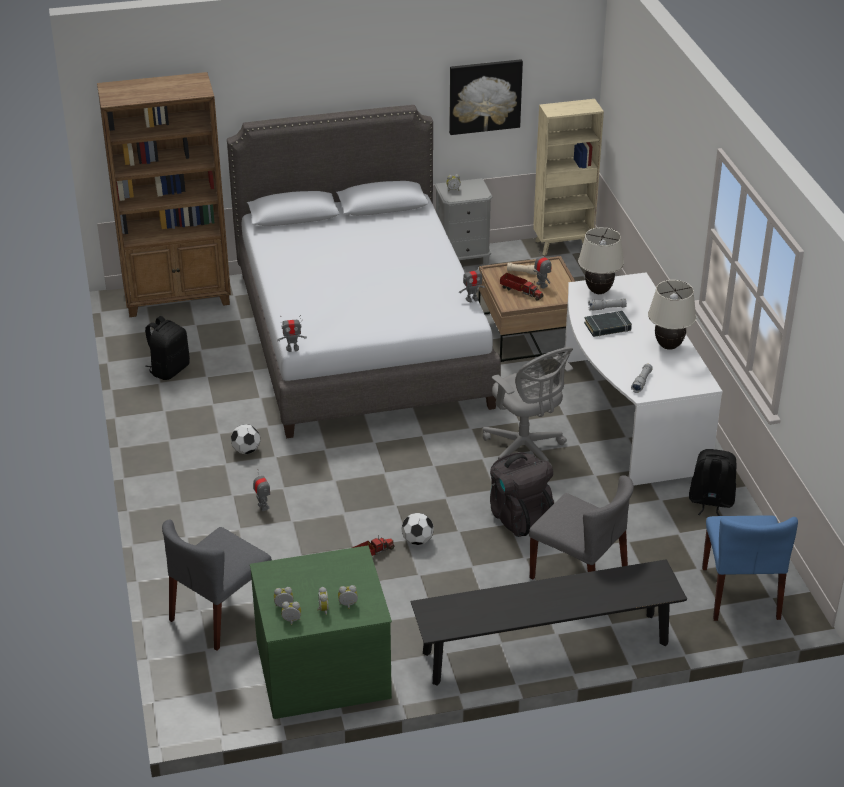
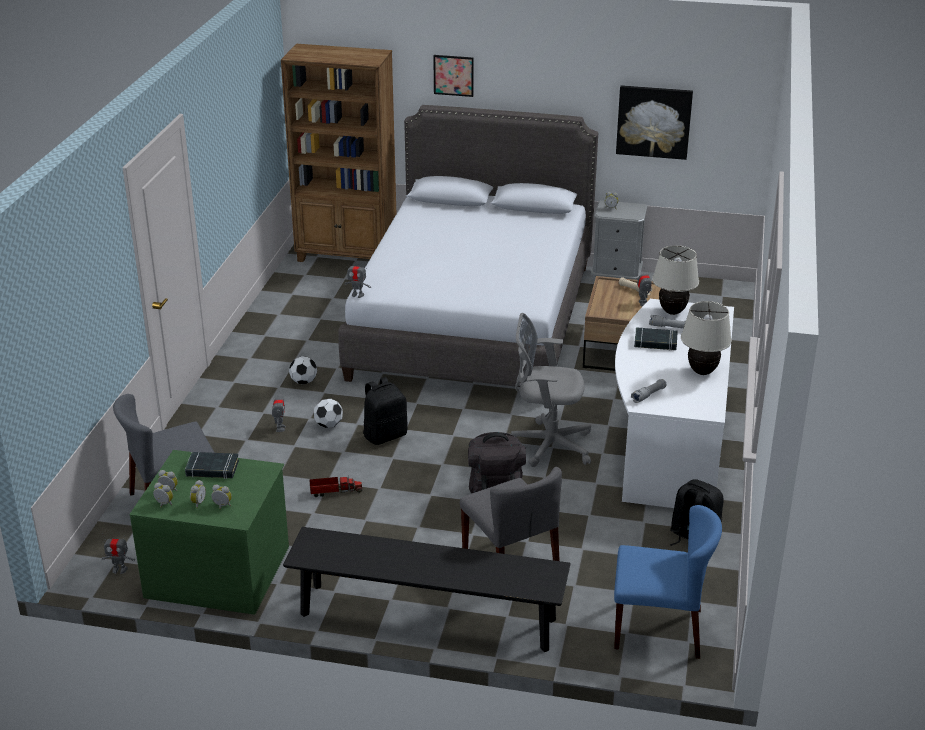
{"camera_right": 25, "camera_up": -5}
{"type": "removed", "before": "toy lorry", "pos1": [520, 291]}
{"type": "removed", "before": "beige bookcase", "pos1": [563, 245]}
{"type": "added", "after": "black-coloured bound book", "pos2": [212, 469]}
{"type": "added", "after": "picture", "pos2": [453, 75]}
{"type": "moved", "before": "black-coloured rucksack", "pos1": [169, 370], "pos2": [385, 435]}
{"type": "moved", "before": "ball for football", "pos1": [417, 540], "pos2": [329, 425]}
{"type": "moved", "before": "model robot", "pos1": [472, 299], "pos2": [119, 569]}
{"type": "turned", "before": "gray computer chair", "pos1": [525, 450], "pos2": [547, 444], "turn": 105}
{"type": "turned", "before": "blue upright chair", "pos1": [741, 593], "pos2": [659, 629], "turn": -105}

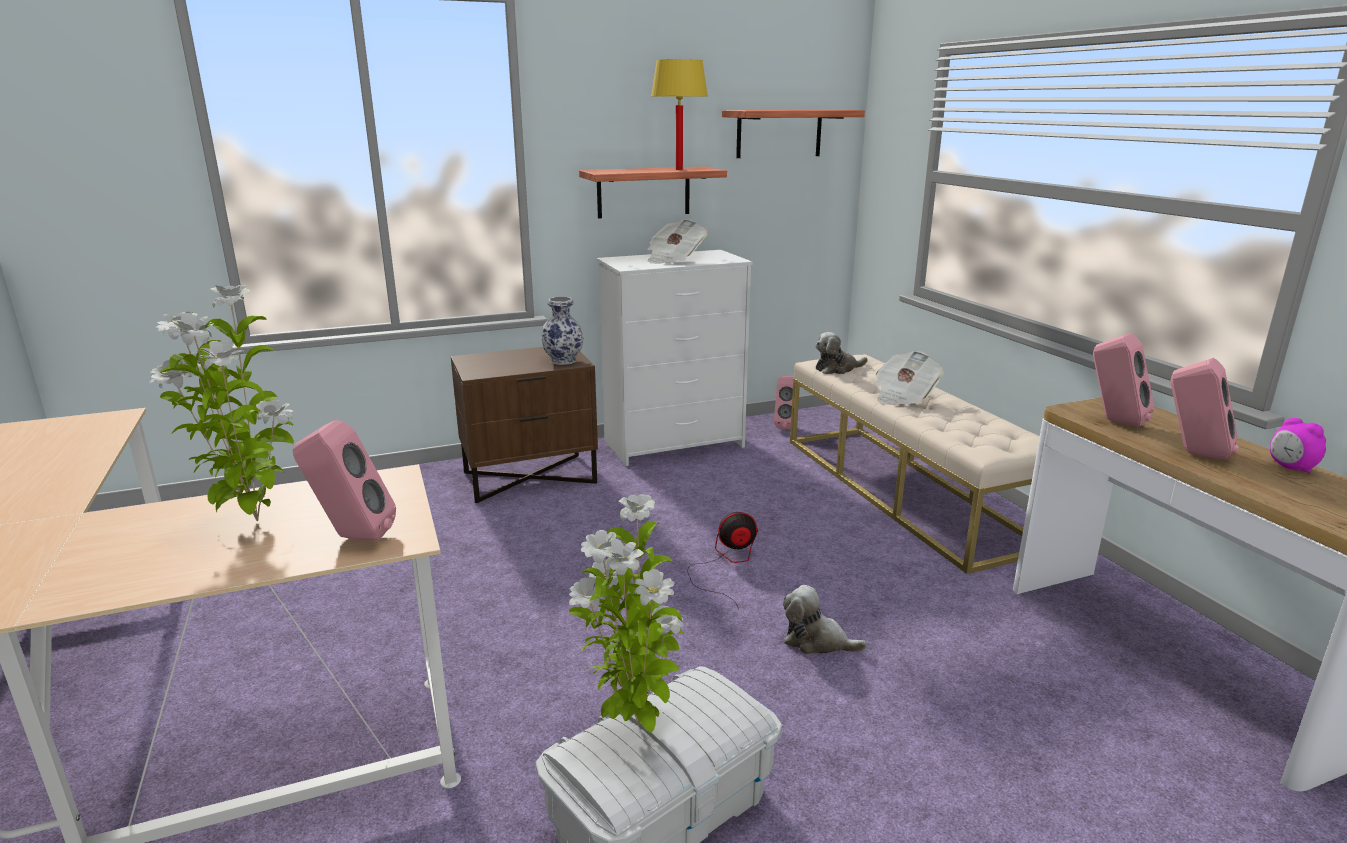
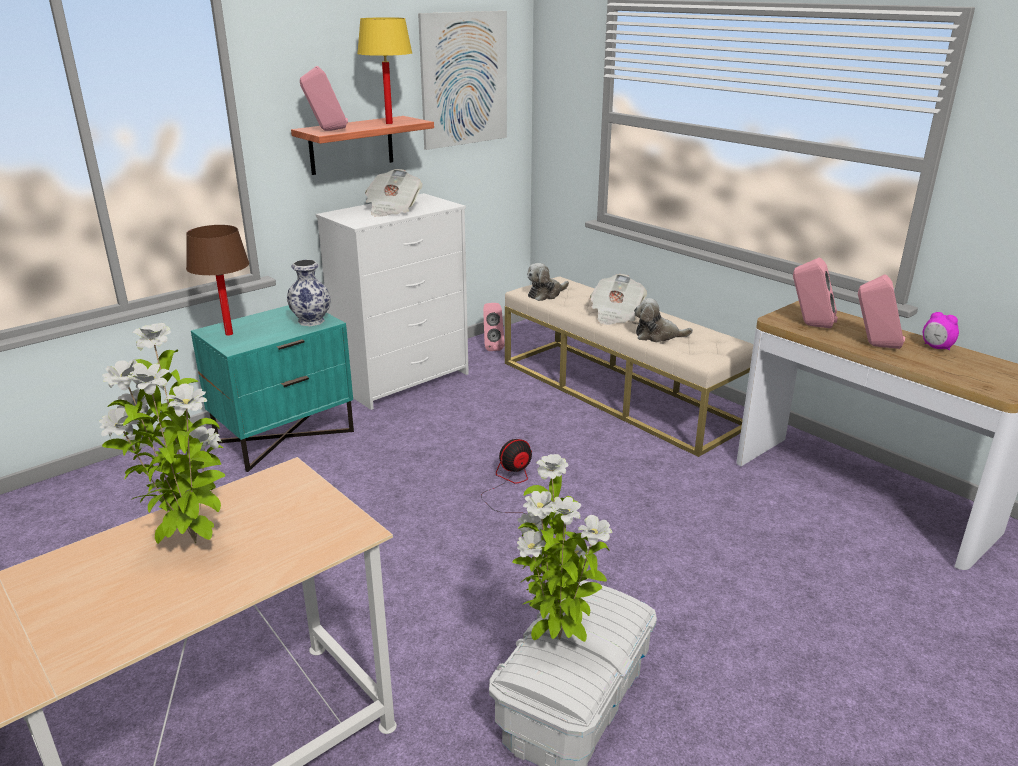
{"camera_right": -20, "camera_up": 5}
{"type": "added", "after": "brown-coloured table lamp", "pos2": [229, 334]}
{"type": "moved", "before": "pink audio speaker", "pos1": [351, 537], "pos2": [326, 130]}
{"type": "moved", "before": "plush toy", "pos1": [817, 641], "pos2": [657, 336]}
{"type": "replaced", "before": "shelf", "after": "picture", "pos1": [779, 133], "pos2": [464, 79]}
{"type": "recoloured", "before": "brown-coloured night table", "after": "blue-green night table", "pos1": [530, 477], "pos2": [285, 436]}

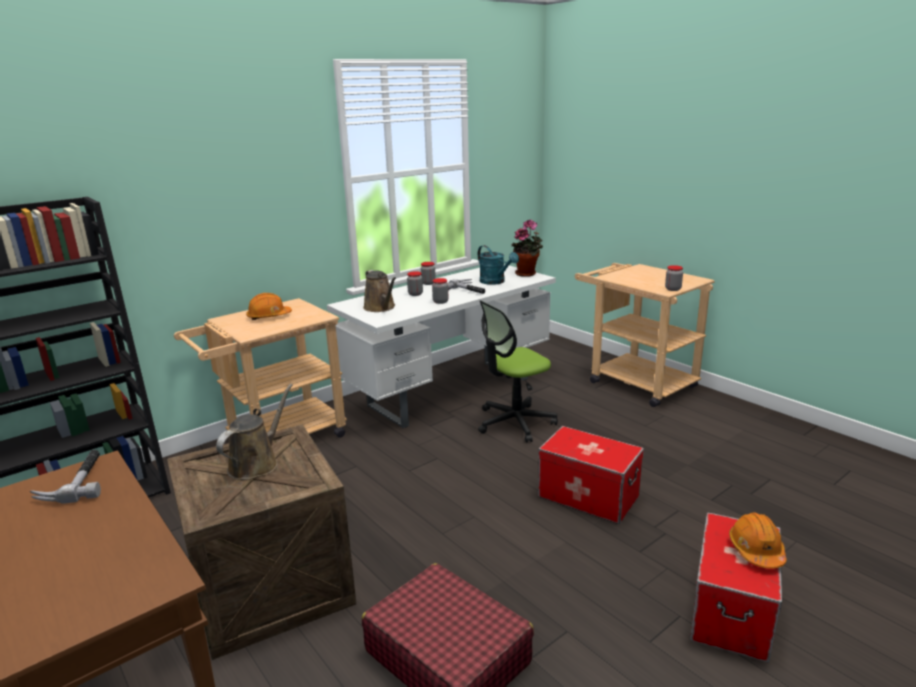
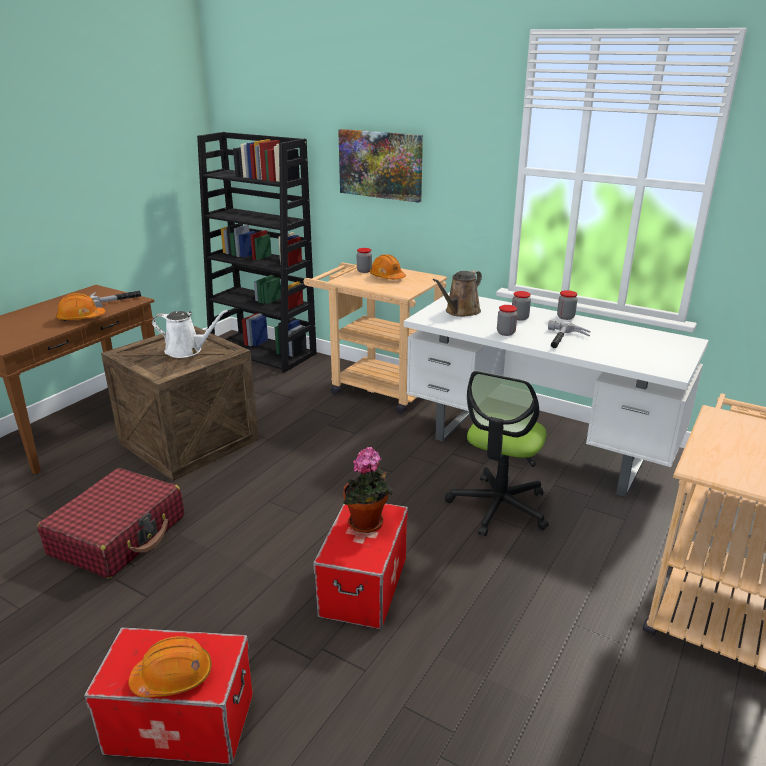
{"camera_right": 70, "camera_up": 5}
{"type": "removed", "before": "blue-green watering can", "pos1": [495, 282]}
{"type": "added", "after": "orange-coloured safety helmet", "pos2": [80, 318]}
{"type": "added", "after": "picture", "pos2": [380, 164]}
{"type": "moved", "before": "houseplant", "pos1": [527, 274], "pos2": [368, 525]}
{"type": "moved", "before": "jar", "pos1": [673, 289], "pos2": [364, 271]}
{"type": "recoloured", "before": "brown-coloured watering can", "after": "white-coloured watering can", "pos1": [257, 464], "pos2": [187, 350]}
{"type": "turned", "before": "computer chair", "pos1": [515, 422], "pos2": [498, 507], "turn": -105}

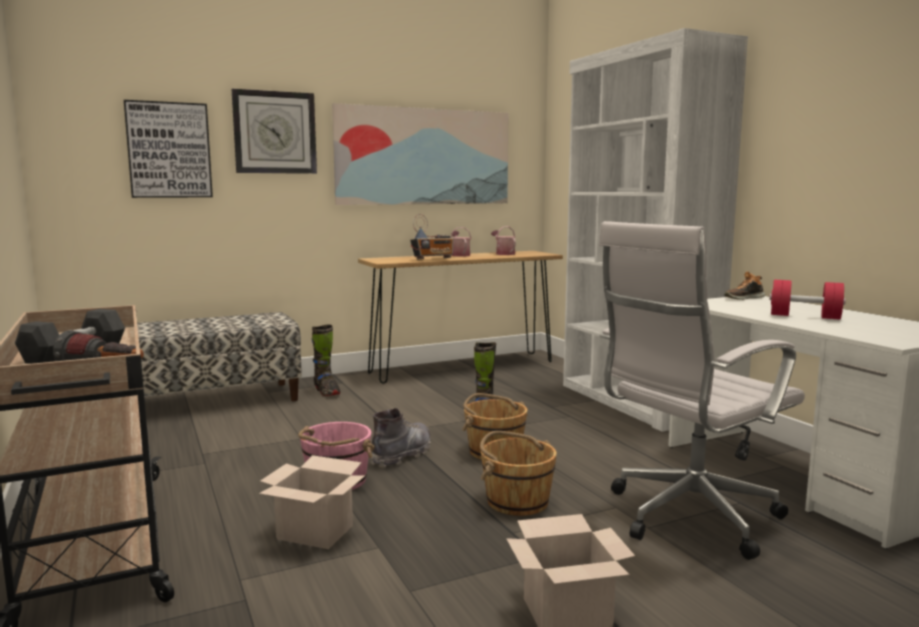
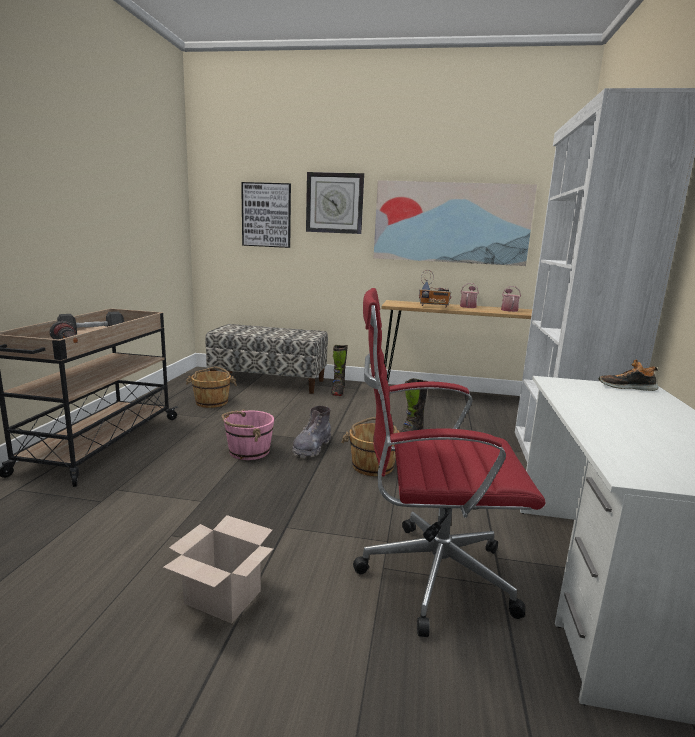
{"camera_right": 35, "camera_up": 5}
{"type": "removed", "before": "cardboard box", "pos1": [313, 533]}
{"type": "removed", "before": "reddish dumbbell", "pos1": [805, 316]}
{"type": "moved", "before": "brown-coloured pail", "pos1": [516, 501], "pos2": [212, 402]}
{"type": "recoloured", "before": "white-coloured computer chair", "after": "reddish computer chair", "pos1": [687, 518], "pos2": [428, 575]}
{"type": "turned", "before": "gray boot", "pos1": [402, 455], "pos2": [311, 448], "turn": 135}

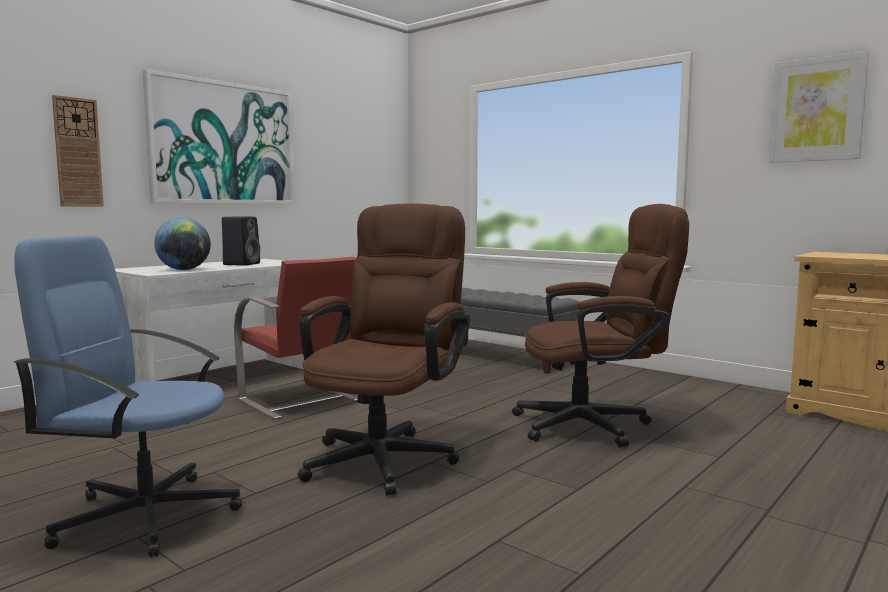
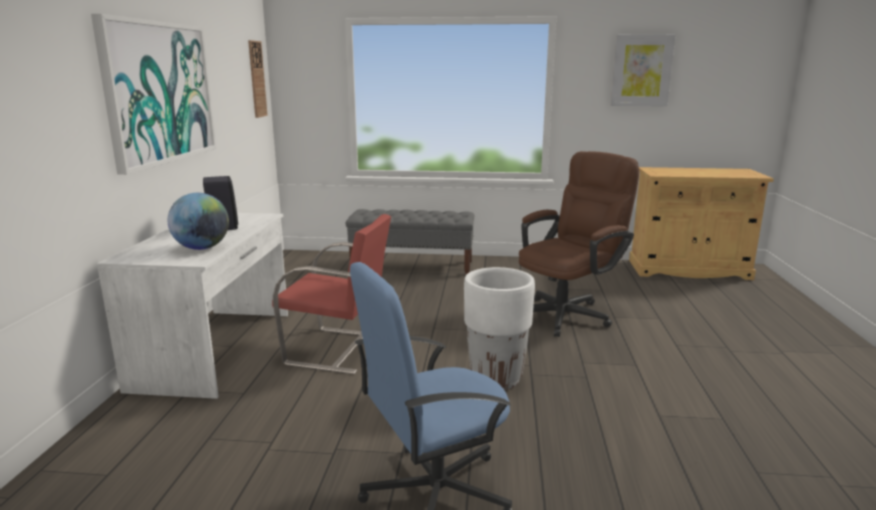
{"camera_right": -35, "camera_up": 10}
{"type": "moved", "before": "hanging clock", "pos1": [78, 152], "pos2": [257, 79]}
{"type": "replaced", "before": "brown-coloured computer chair", "after": "white-coloured planter", "pos1": [386, 456], "pos2": [496, 379]}

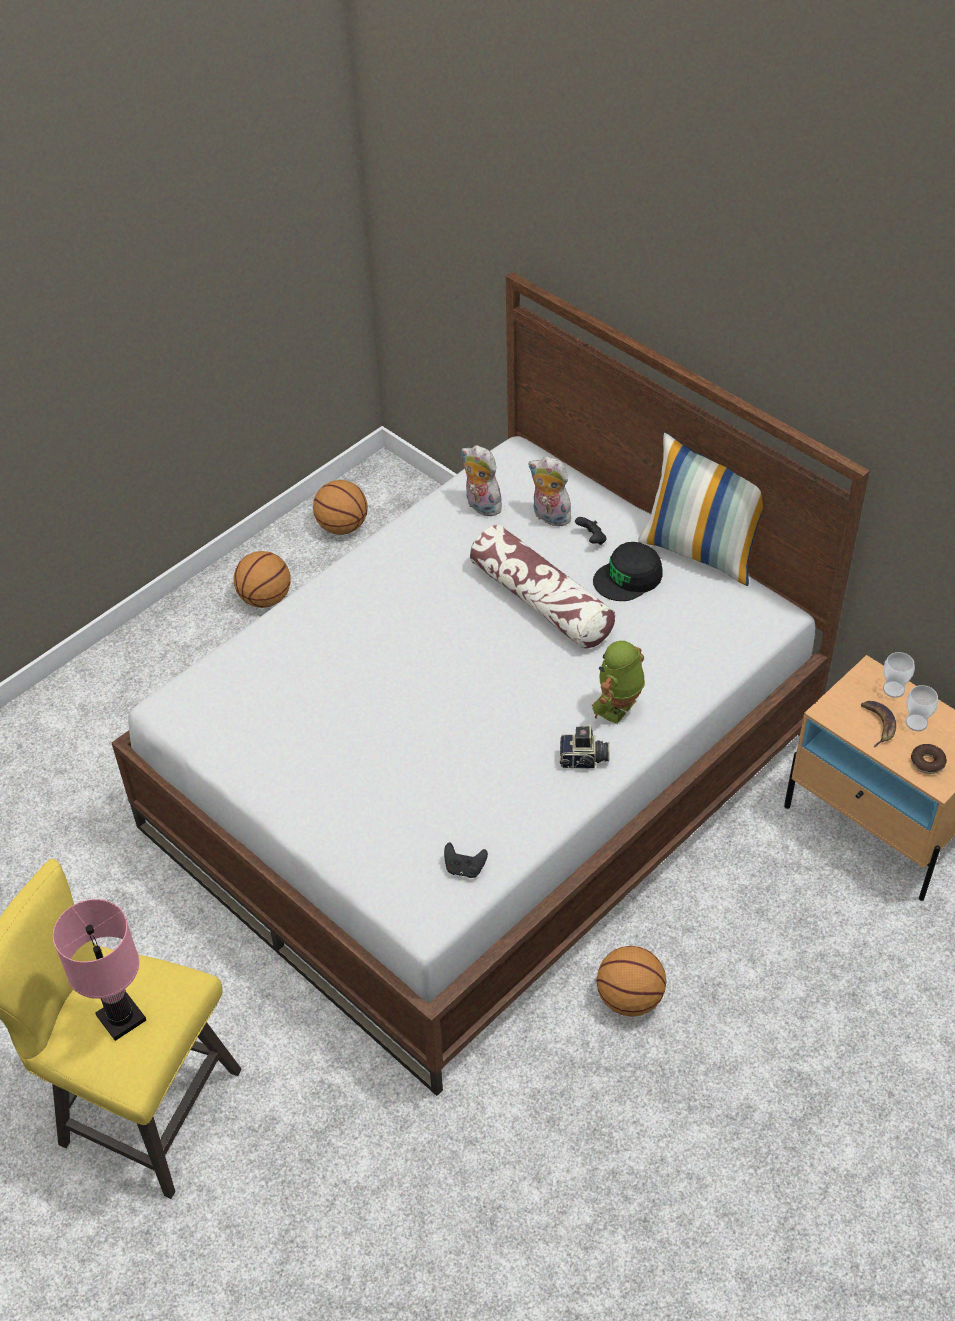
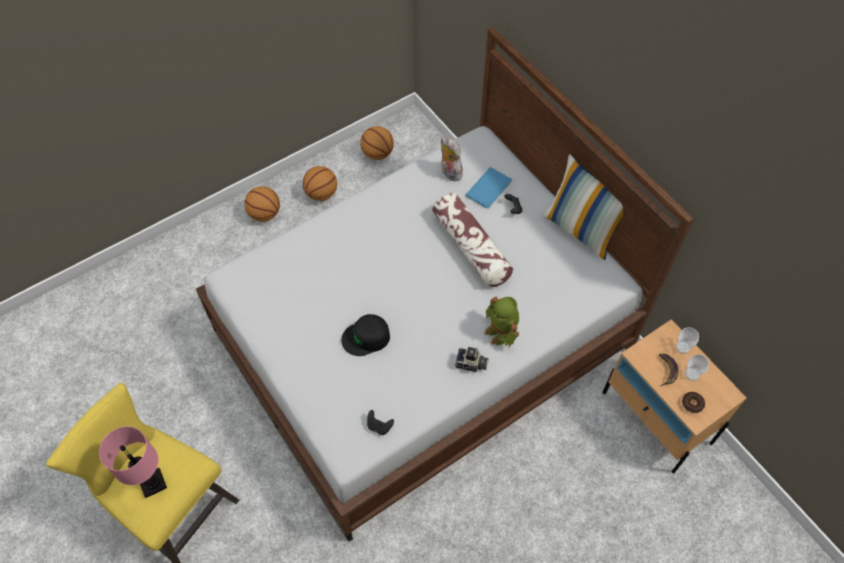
{"camera_right": 10, "camera_up": 10}
{"type": "moved", "before": "black-coloured peaked cap", "pos1": [628, 578], "pos2": [366, 337]}
{"type": "moved", "before": "basketball ball", "pos1": [630, 998], "pos2": [265, 214]}
{"type": "replaced", "before": "plush toy", "after": "blue bound book", "pos1": [549, 517], "pos2": [490, 188]}
{"type": "turned", "before": "model robot", "pos1": [618, 708], "pos2": [501, 332], "turn": -75}

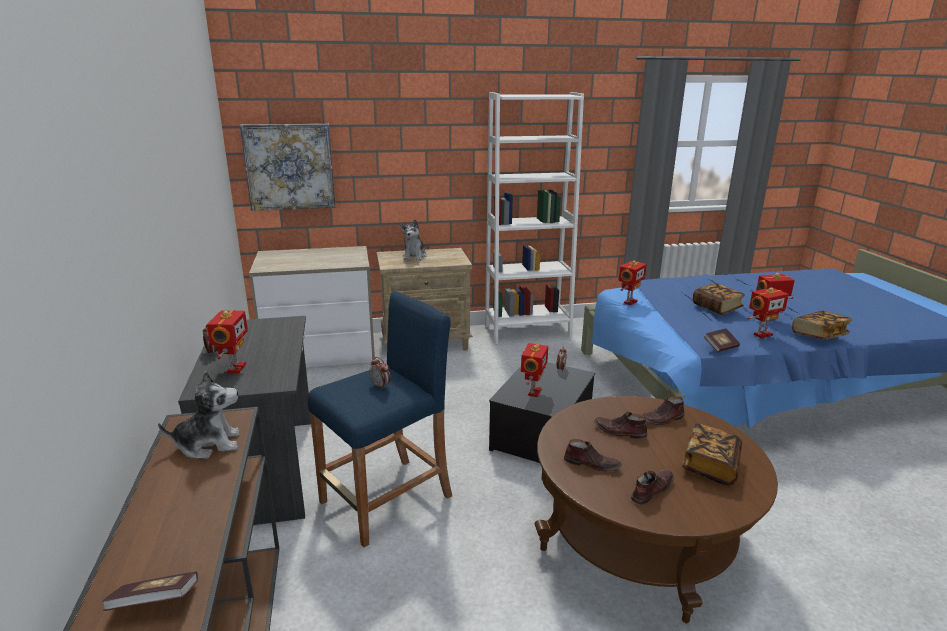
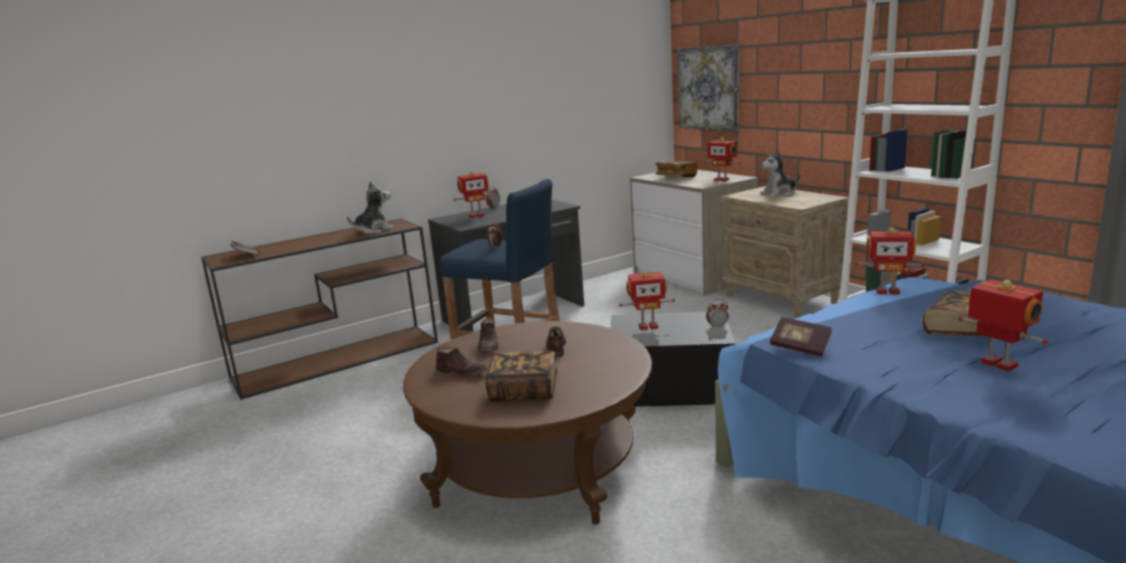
{"camera_right": 70, "camera_up": -5}
{"type": "removed", "before": "brown-coloured low shoe", "pos1": [662, 419]}
{"type": "moved", "before": "model robot", "pos1": [761, 334], "pos2": [722, 179]}
{"type": "moved", "before": "bound book", "pos1": [818, 335], "pos2": [676, 178]}
{"type": "turned", "before": "plush toy", "pos1": [209, 444], "pos2": [374, 230], "turn": -90}

